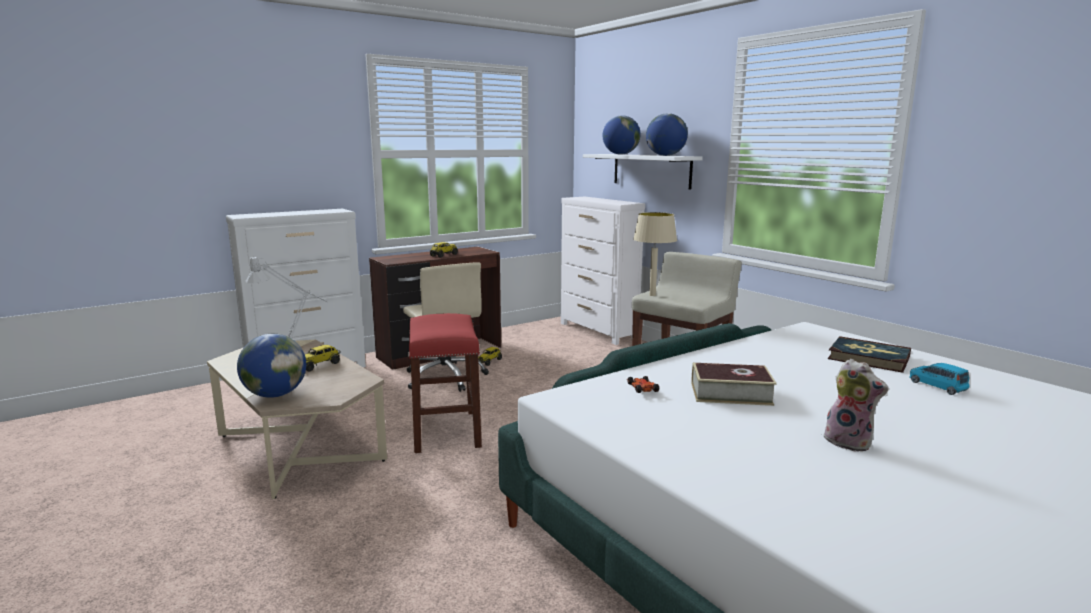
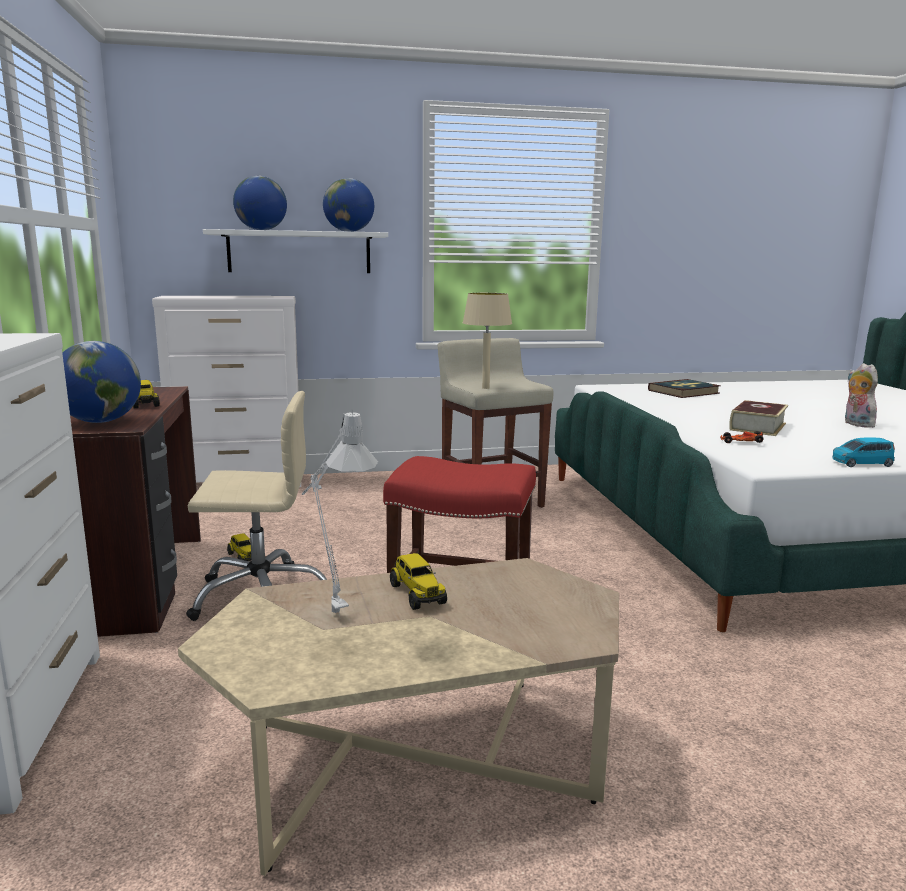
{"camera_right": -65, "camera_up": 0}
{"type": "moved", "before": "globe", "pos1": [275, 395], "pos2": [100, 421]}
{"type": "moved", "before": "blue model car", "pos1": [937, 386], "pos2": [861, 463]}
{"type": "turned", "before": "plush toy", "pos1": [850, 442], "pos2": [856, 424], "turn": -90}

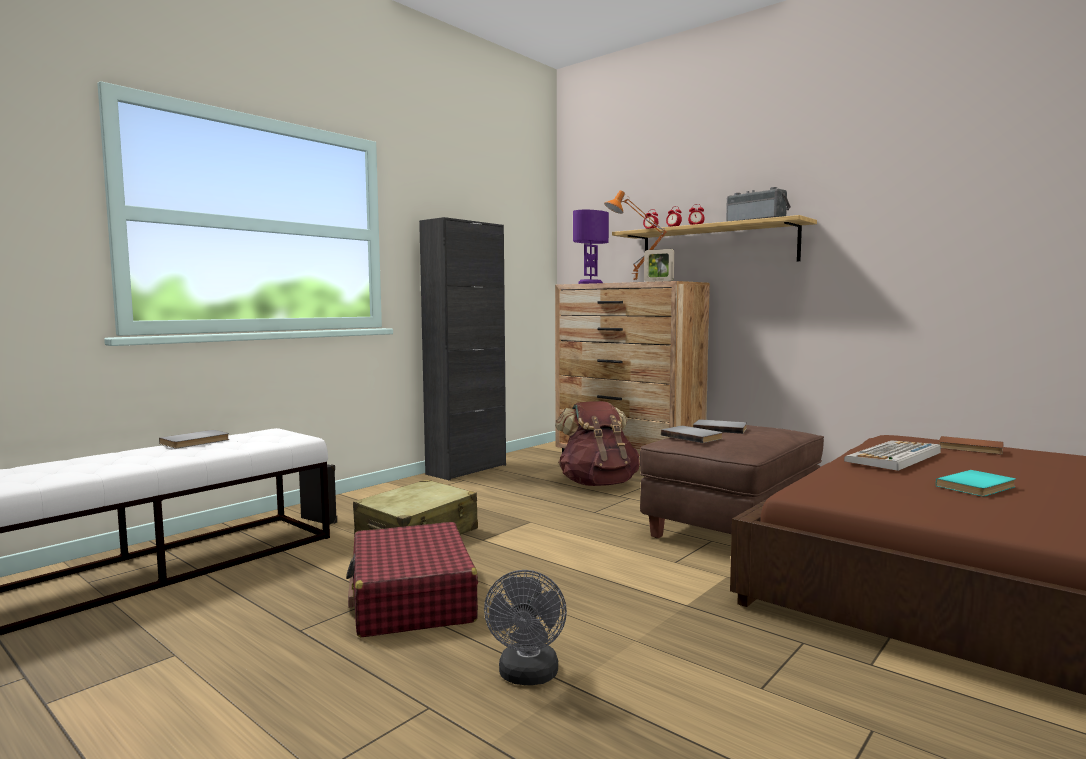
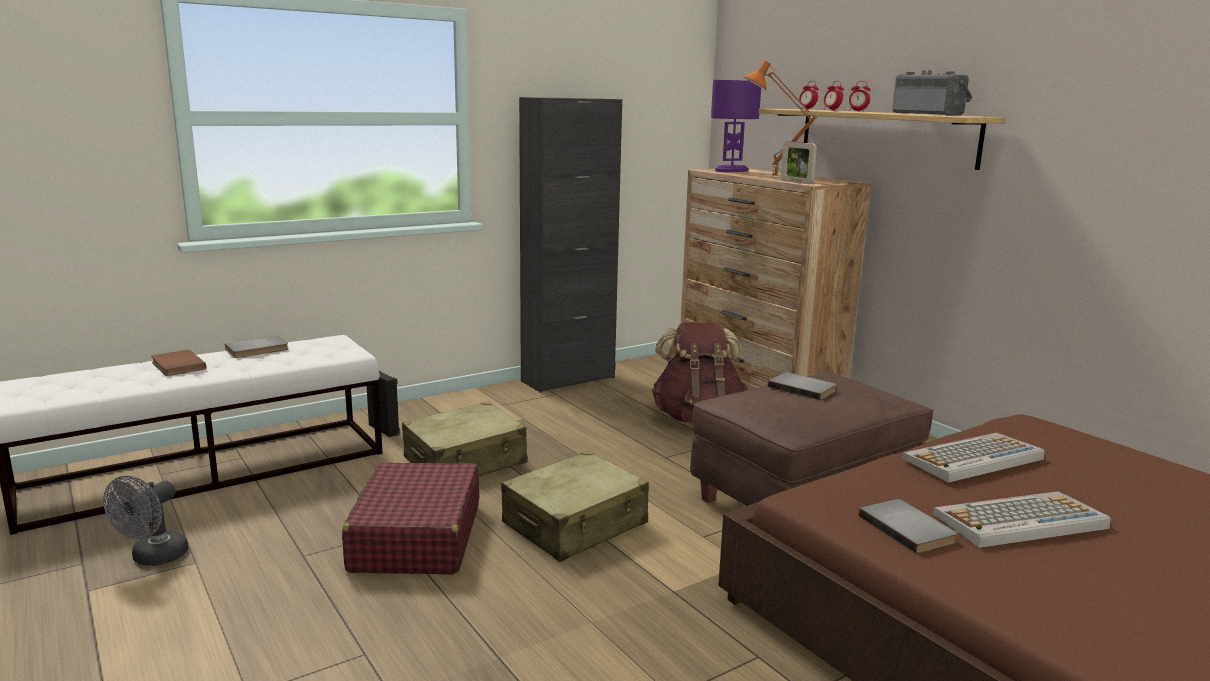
{"camera_right": 15, "camera_up": 10}
{"type": "added", "after": "beige piece of luggage", "pos2": [575, 524]}
{"type": "moved", "before": "gray electric fan", "pos1": [528, 676], "pos2": [154, 558]}
{"type": "moved", "before": "gray bound book", "pos1": [693, 436], "pos2": [908, 528]}
{"type": "moved", "before": "brown-coloured bound book", "pos1": [970, 448], "pos2": [176, 366]}
{"type": "replaced", "before": "blue-green bound book", "after": "PC keyboard", "pos1": [978, 487], "pos2": [1019, 521]}

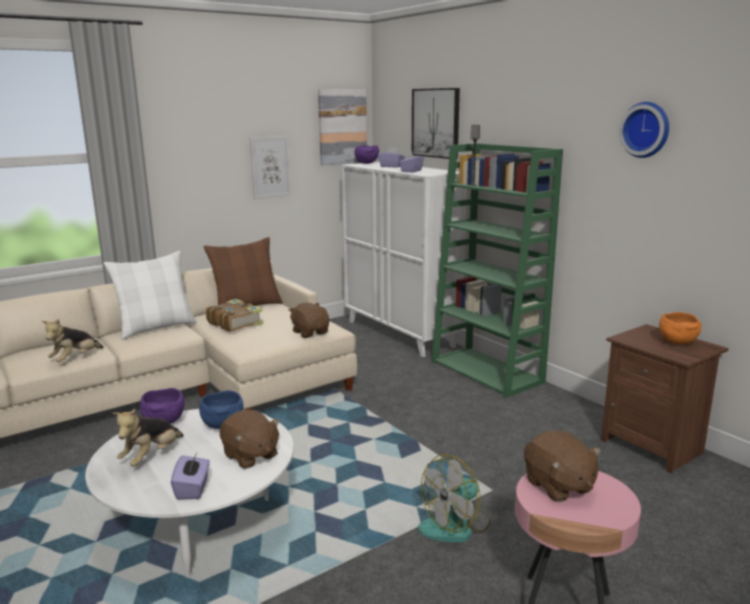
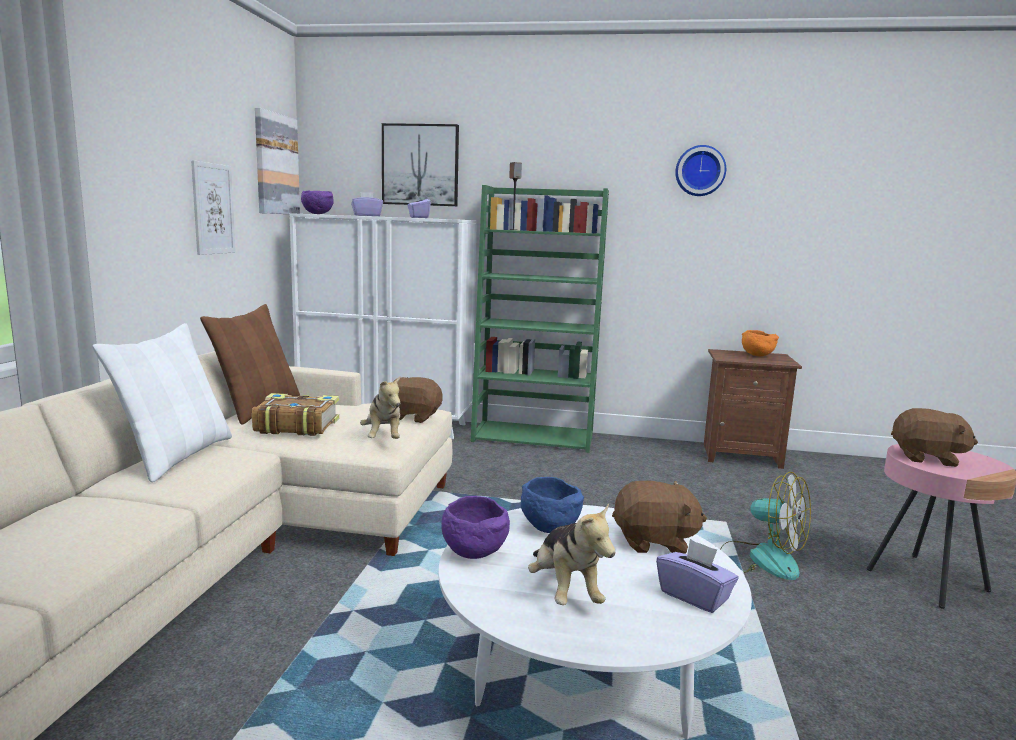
{"camera_right": -45, "camera_up": -5}
{"type": "moved", "before": "plush toy", "pos1": [75, 359], "pos2": [383, 438]}
{"type": "turned", "before": "electric fan", "pos1": [456, 526], "pos2": [761, 559], "turn": -60}

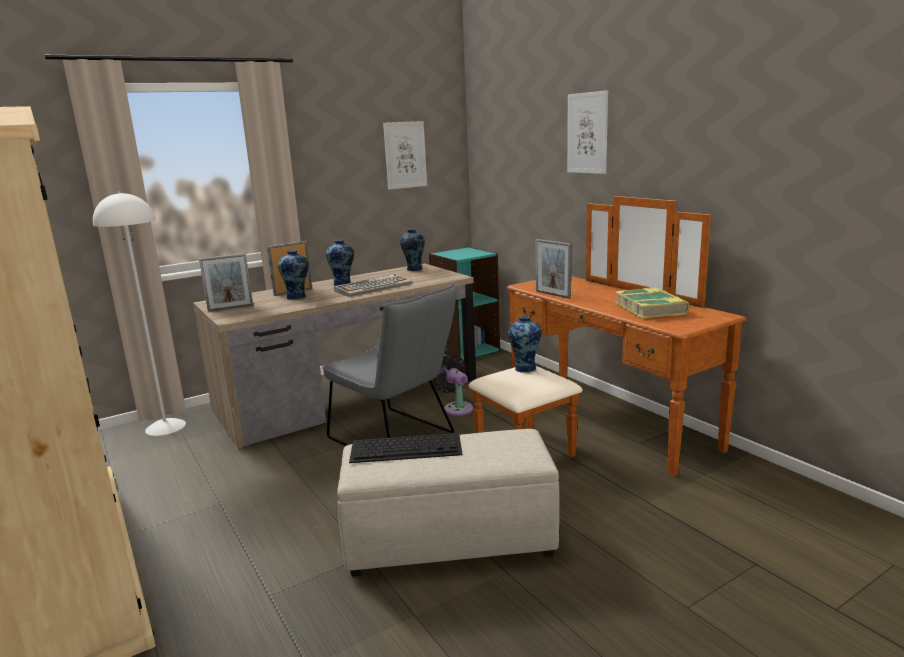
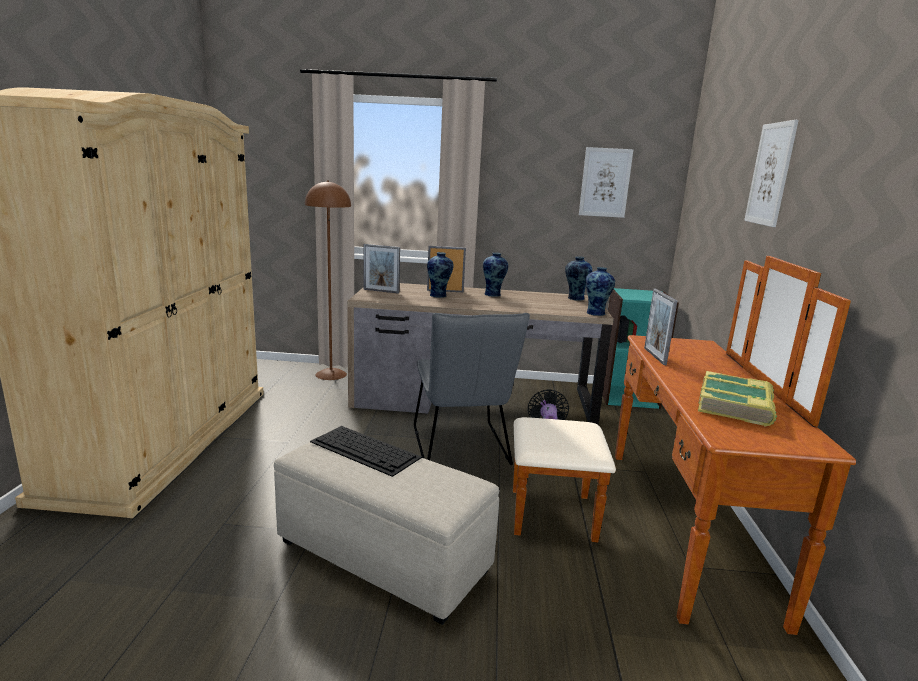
{"camera_right": 35, "camera_up": 0}
{"type": "removed", "before": "PC keyboard", "pos1": [374, 287]}
{"type": "moved", "before": "flower vase", "pos1": [525, 368], "pos2": [596, 313]}
{"type": "recoloured", "before": "white-coloured floor lamp", "after": "brown-coloured floor lamp", "pos1": [166, 427], "pos2": [331, 374]}

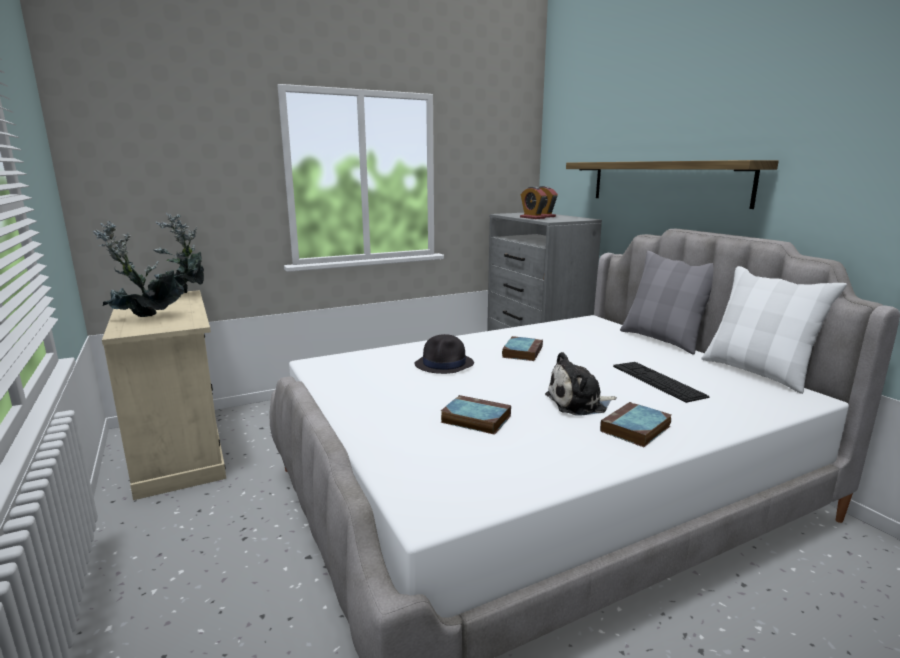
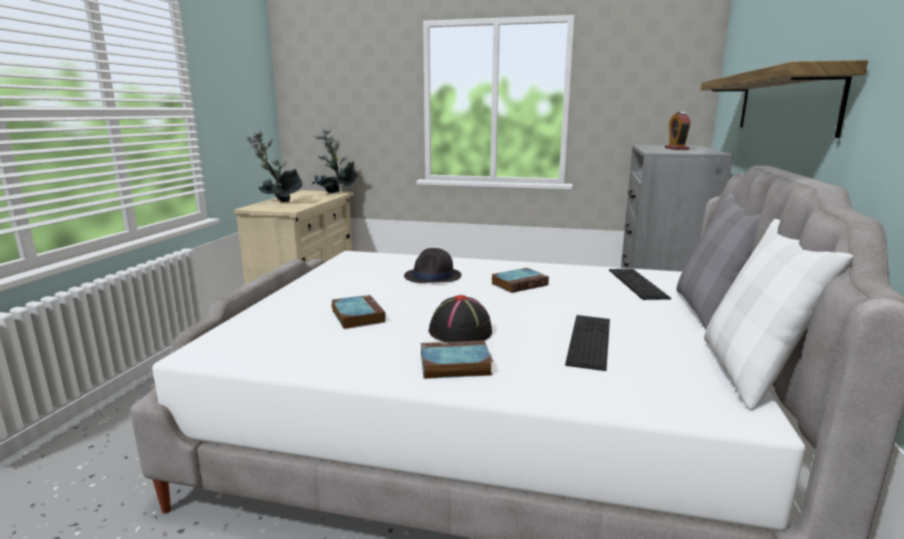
{"camera_right": 40, "camera_up": 0}
{"type": "removed", "before": "table clock", "pos1": [532, 218]}
{"type": "added", "after": "PC keyboard", "pos2": [637, 283]}
{"type": "replaced", "before": "plush toy", "after": "black-coloured hat", "pos1": [579, 403], "pos2": [461, 332]}

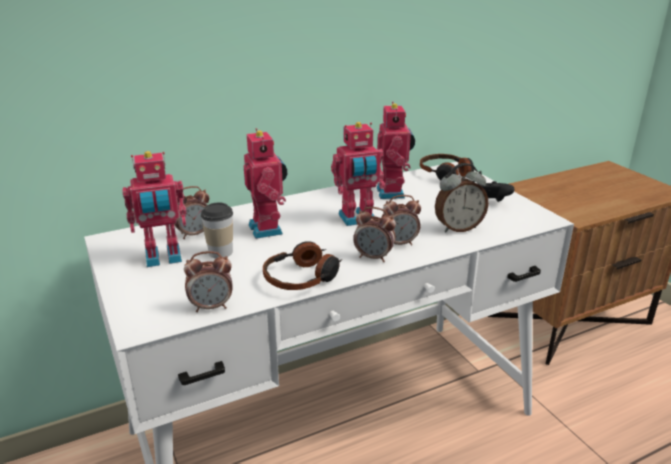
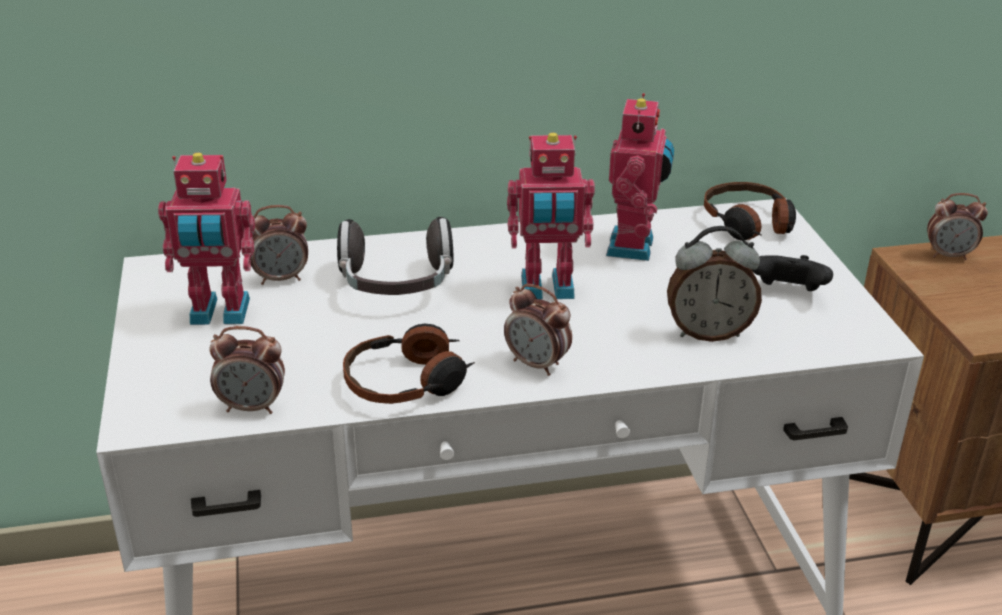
{"camera_right": 15, "camera_up": 5}
{"type": "removed", "before": "drinking cup", "pos1": [220, 252]}
{"type": "moved", "before": "table clock", "pos1": [399, 243], "pos2": [949, 255]}
{"type": "replaced", "before": "model robot", "after": "pair of headphones", "pos1": [268, 229], "pos2": [396, 286]}

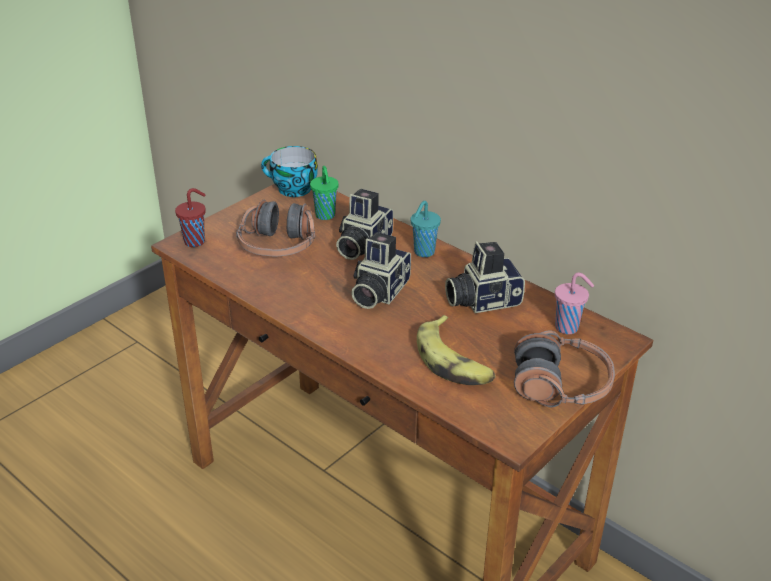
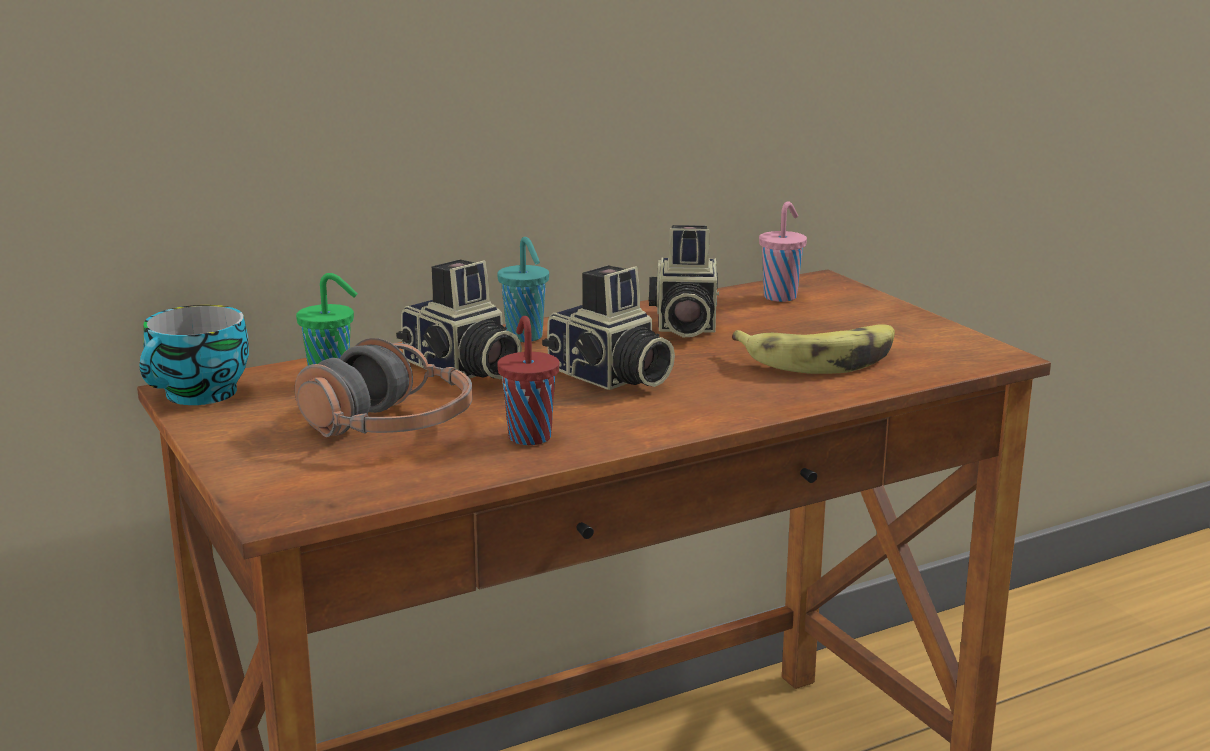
{"camera_right": -70, "camera_up": -15}
{"type": "removed", "before": "pair of headphones", "pos1": [561, 385]}
{"type": "moved", "before": "reddish drinking cup", "pos1": [196, 241], "pos2": [529, 436]}

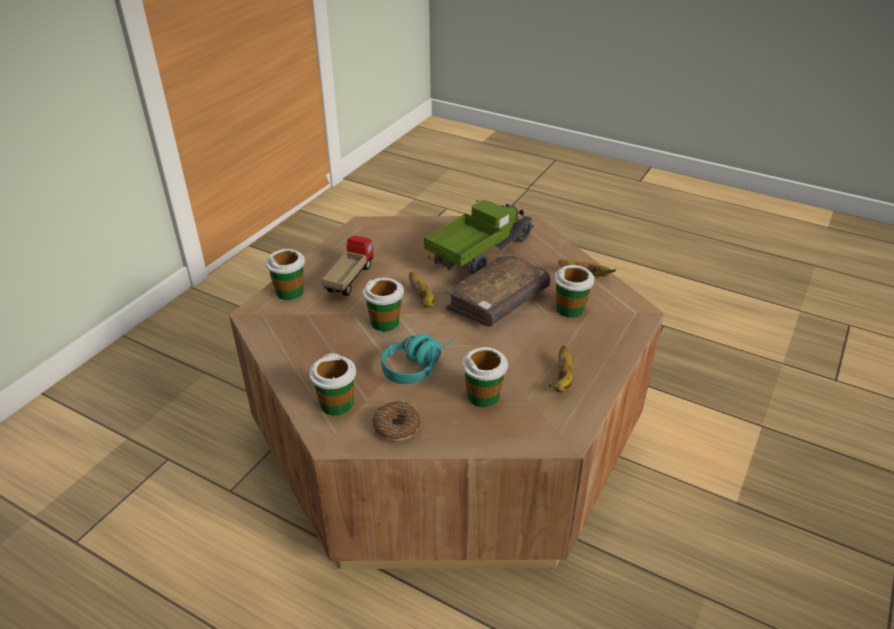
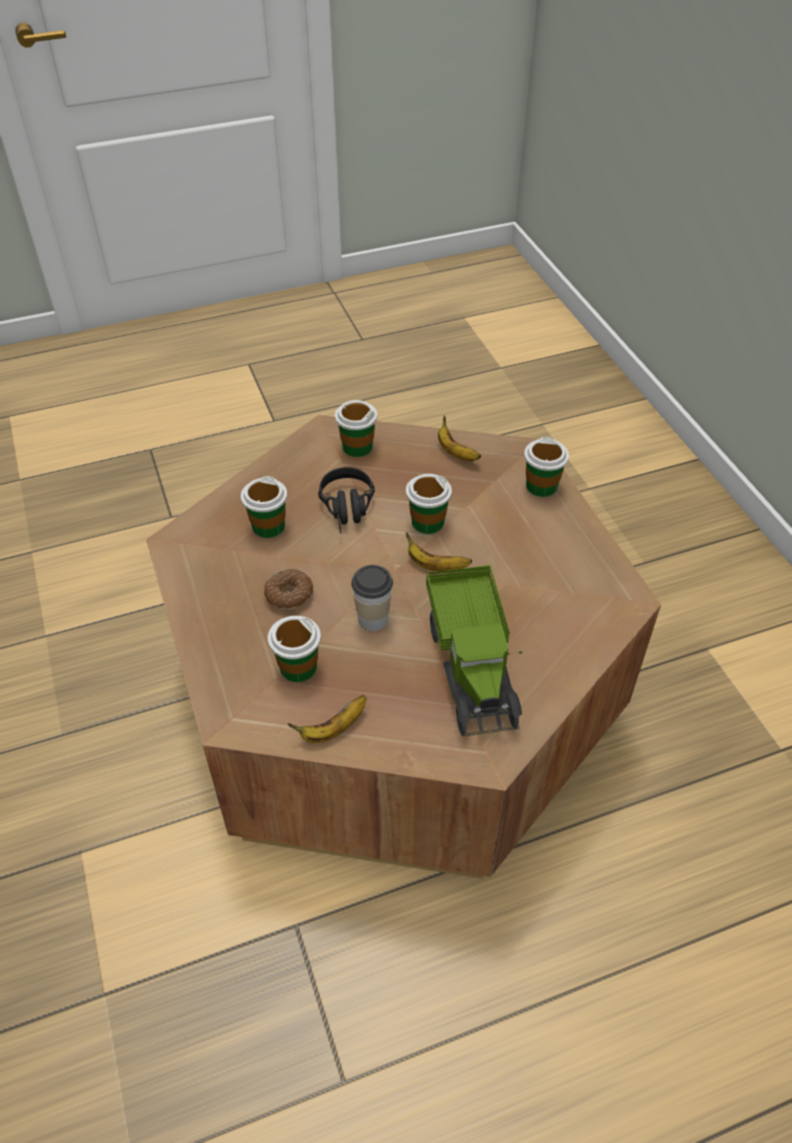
{"camera_right": 130, "camera_up": 10}
{"type": "removed", "before": "toy lorry", "pos1": [350, 279]}
{"type": "moved", "before": "doughnut", "pos1": [396, 427], "pos2": [289, 595]}
{"type": "moved", "before": "banana fruit", "pos1": [562, 380], "pos2": [455, 452]}
{"type": "replaced", "before": "brown-coloured bound book", "after": "drinking cup", "pos1": [497, 301], "pos2": [373, 618]}
{"type": "recoloured", "before": "blue-green pair of headphones", "after": "black-coloured pair of headphones", "pos1": [418, 364], "pos2": [348, 511]}

